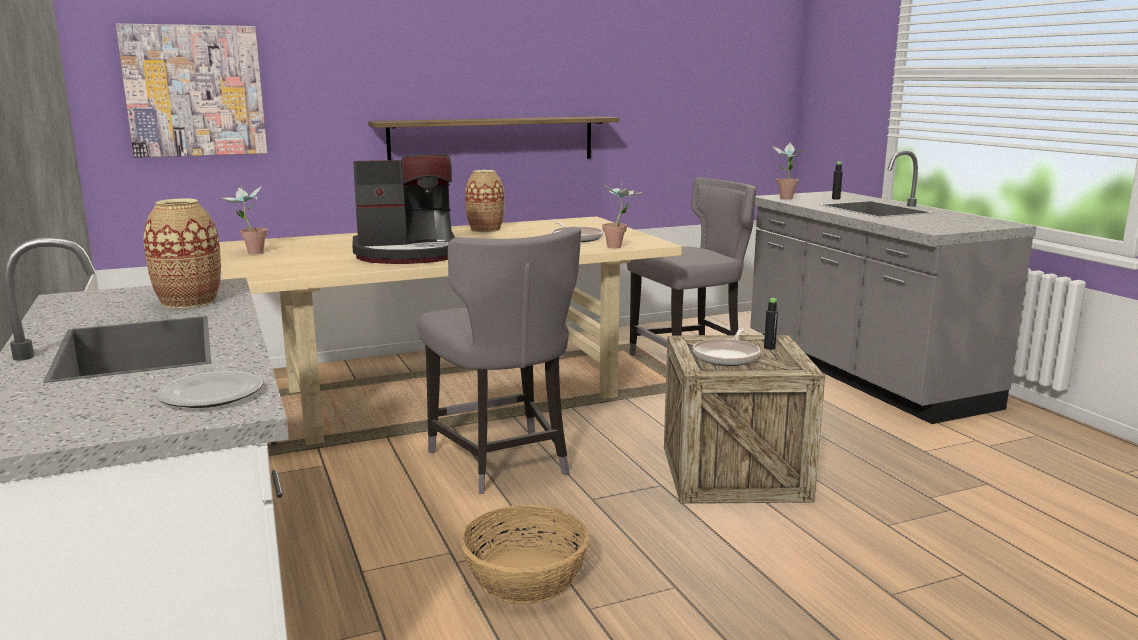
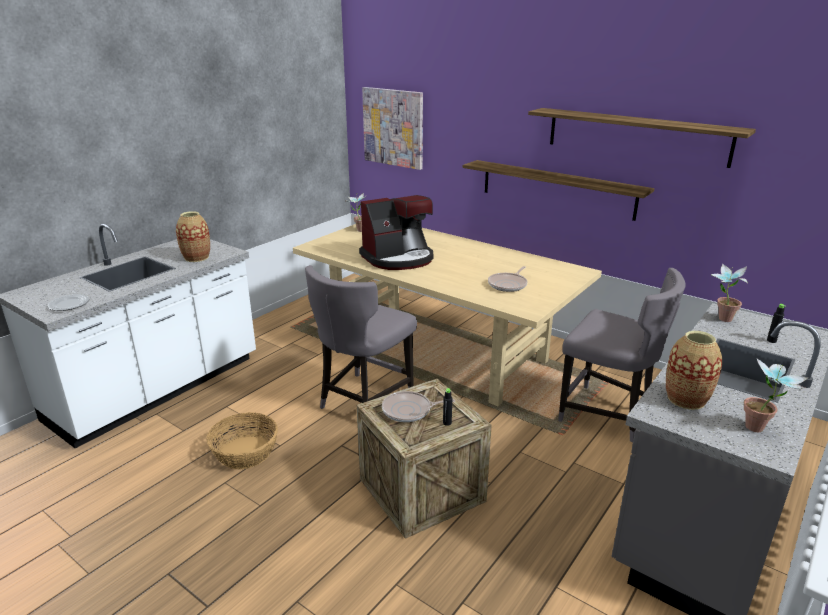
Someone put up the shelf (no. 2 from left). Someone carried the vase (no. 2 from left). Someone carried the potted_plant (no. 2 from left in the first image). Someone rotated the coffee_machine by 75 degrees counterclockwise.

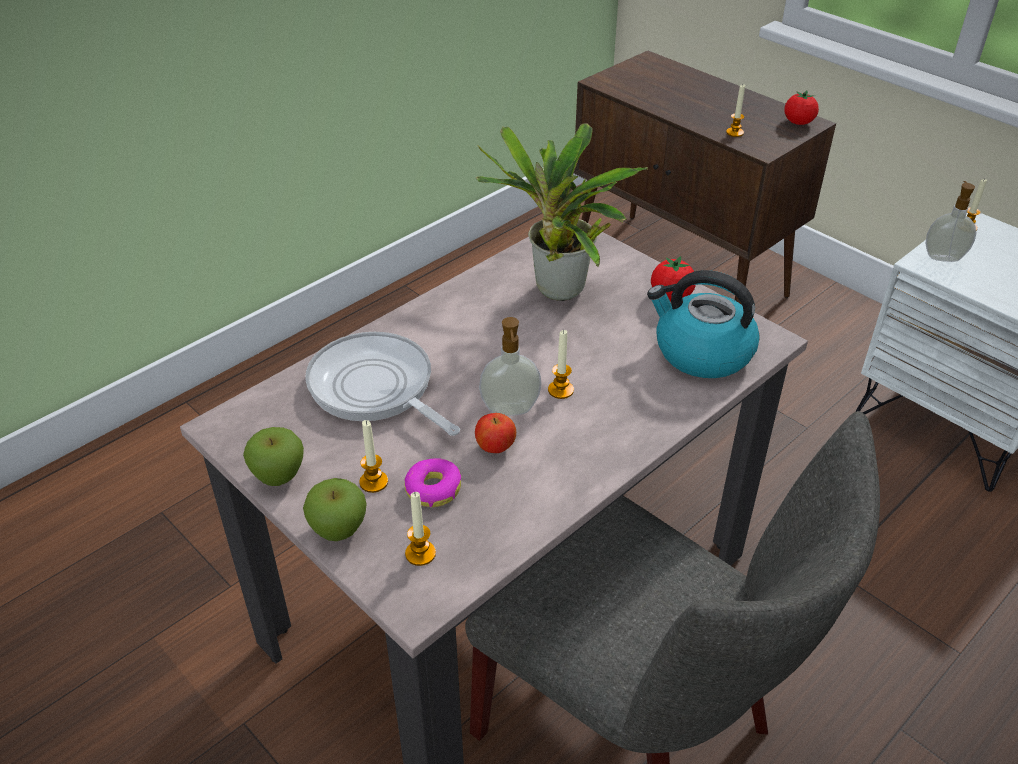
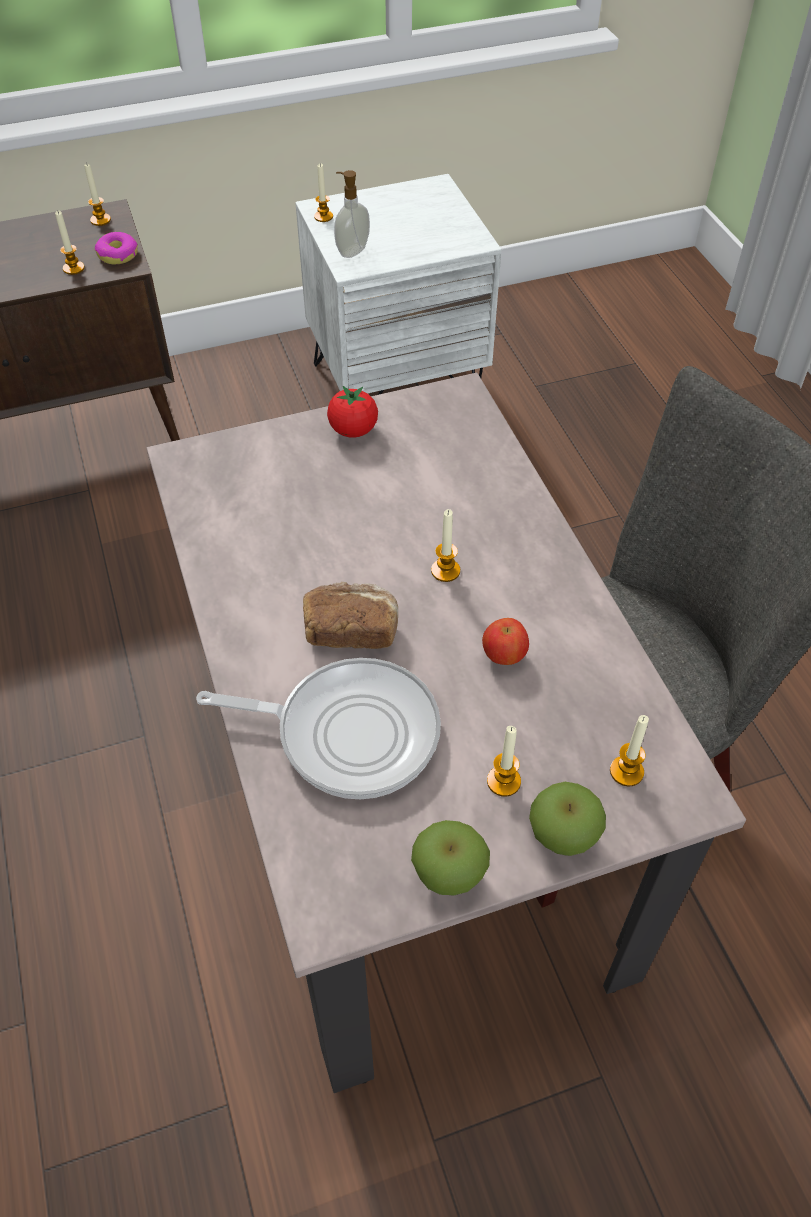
Someone took away the potted_plant. Someone took away the soap_dispenser (no. 1 from left). Someone took away the kettle. Someone put down the bread. Someone carried the donut. Someone swapped the tomato (no. 2 from left) for the candle (no. 2 from left). Someone rotated the frying_pan by 150 degrees counterclockwise.

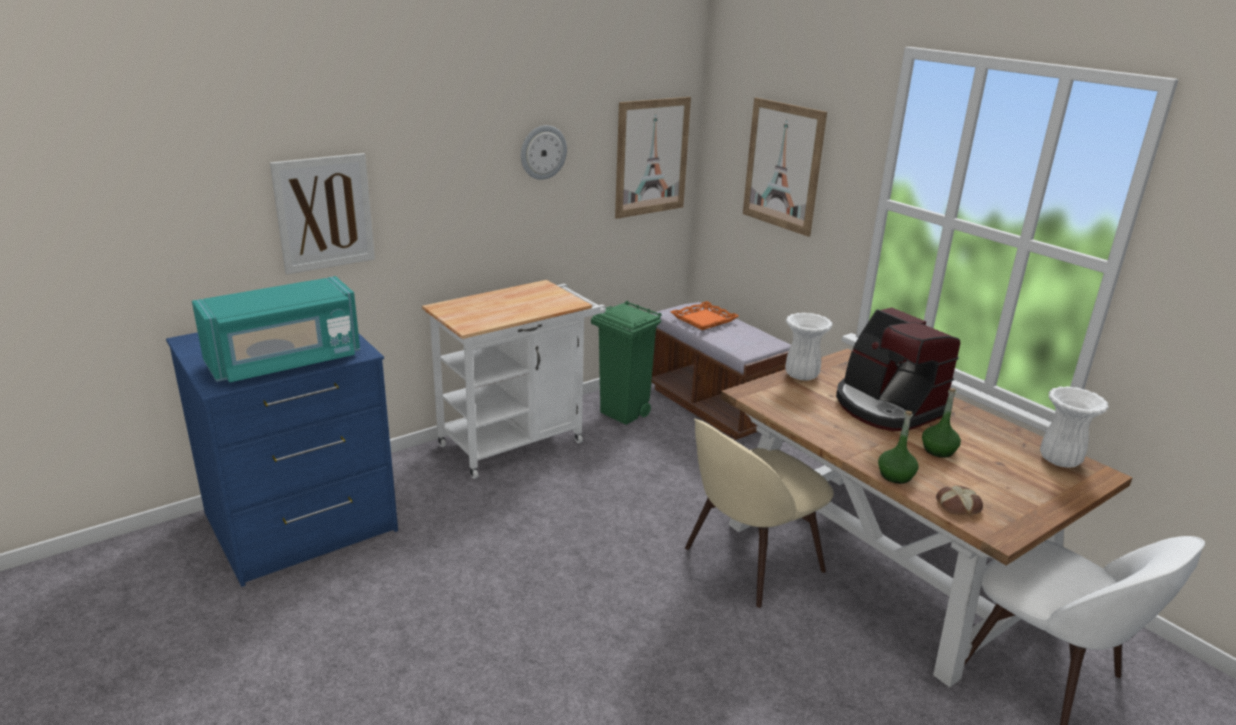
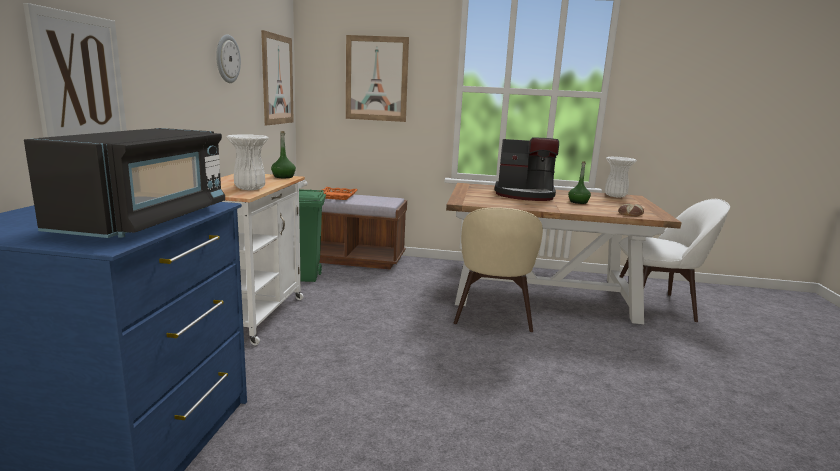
Someone carried the white_vase (no. 1 from left). Someone carried the green_bottle (no. 1 from left). Someone repainted the turquoise_microwave, which became the black_microwave.

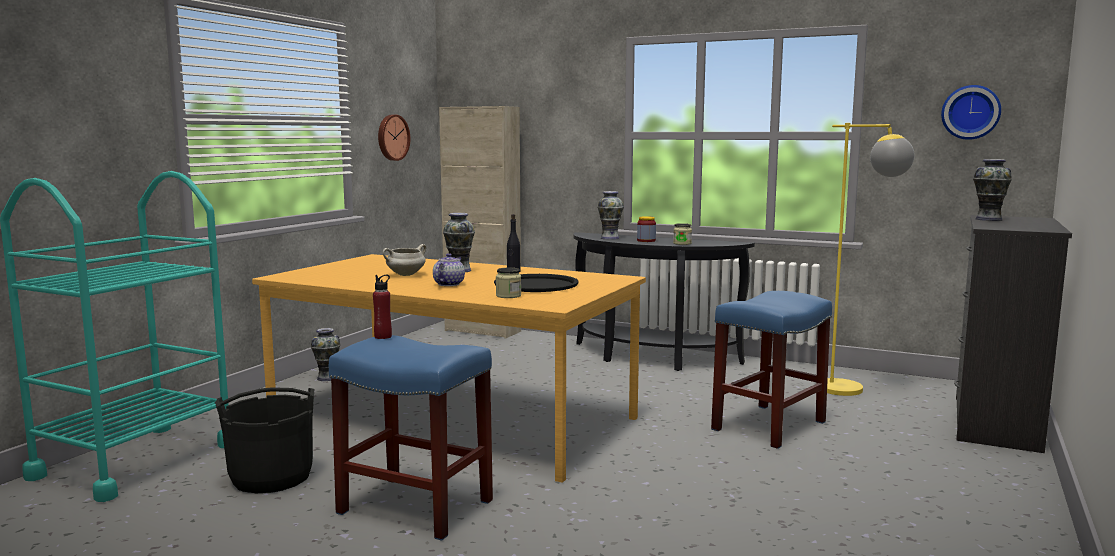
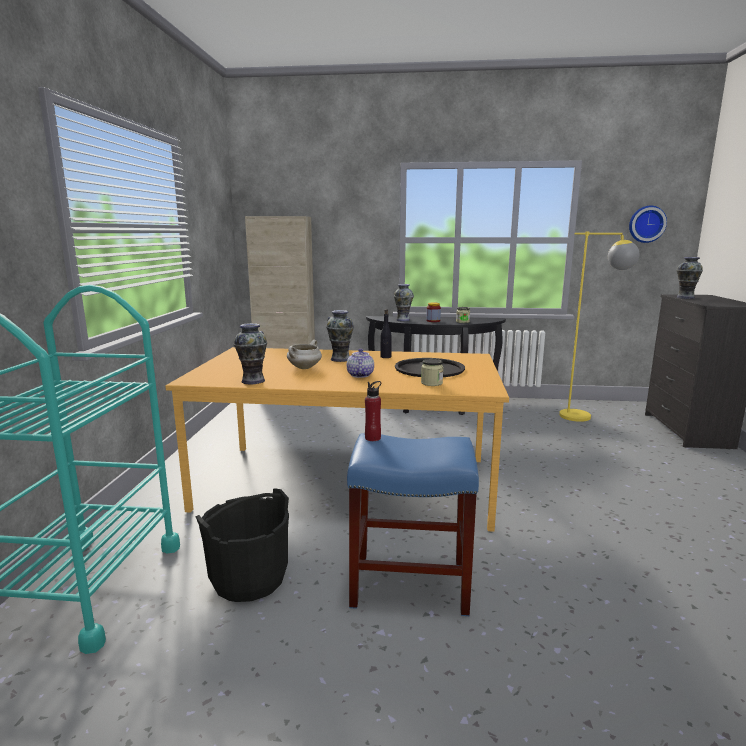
Someone took away the wall_clock (no. 1 from left). Someone took away the blue_stool (no. 2 from left). Someone carried the vase (no. 1 from left).

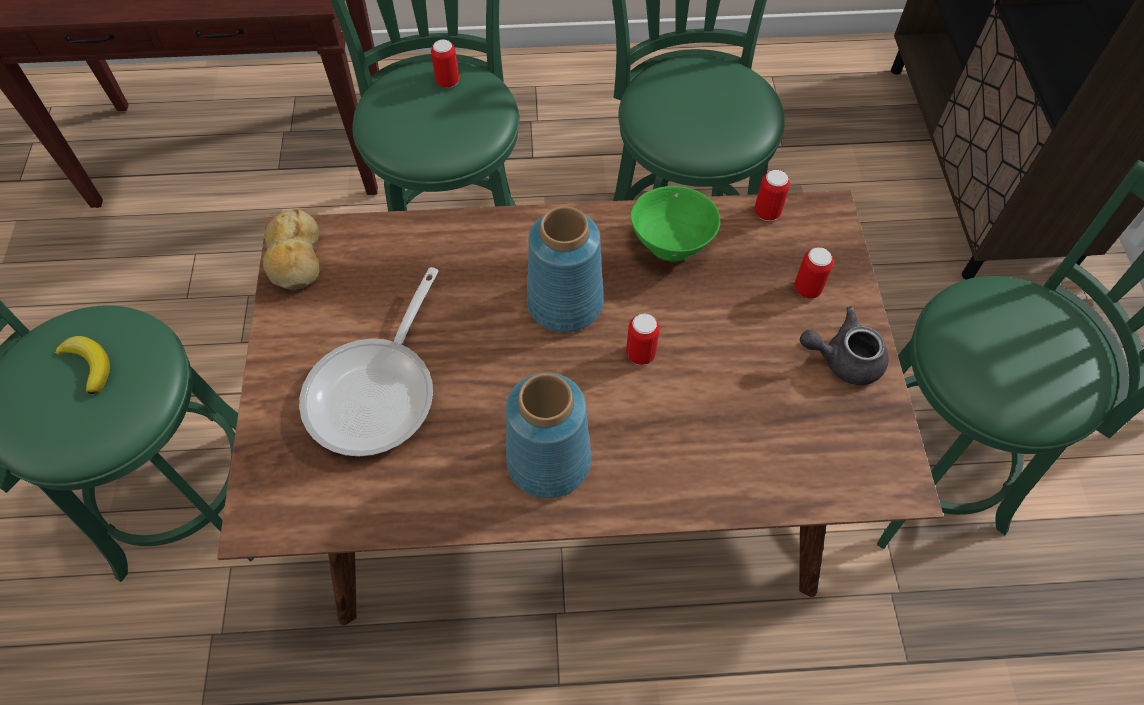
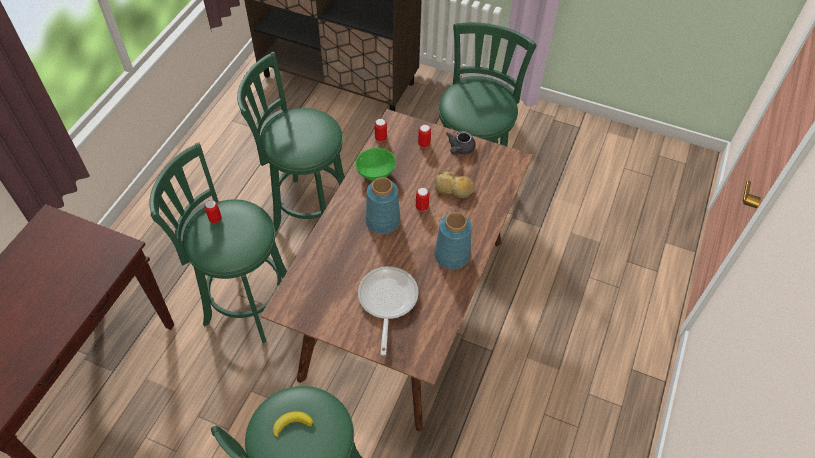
Someone carried the bread. Someone rotated the frying_pan by 135 degrees counterclockwise.

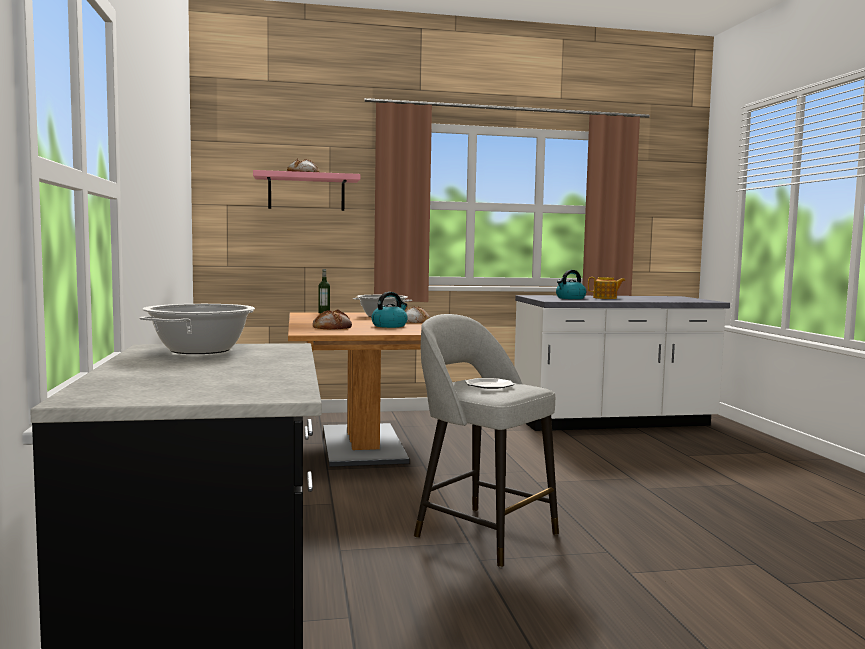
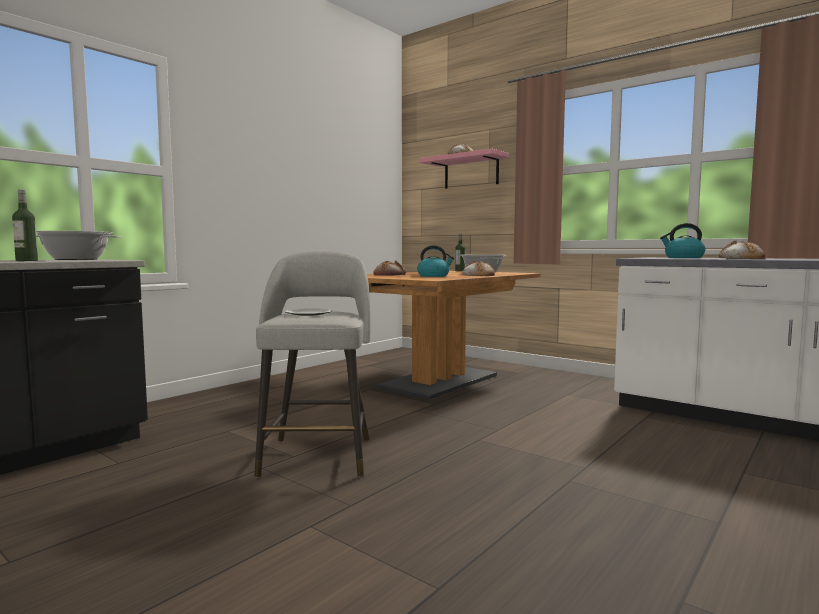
Someone put down the bottle (no. 1 from left). Someone swapped the teapot for the bread (no. 4 from left).

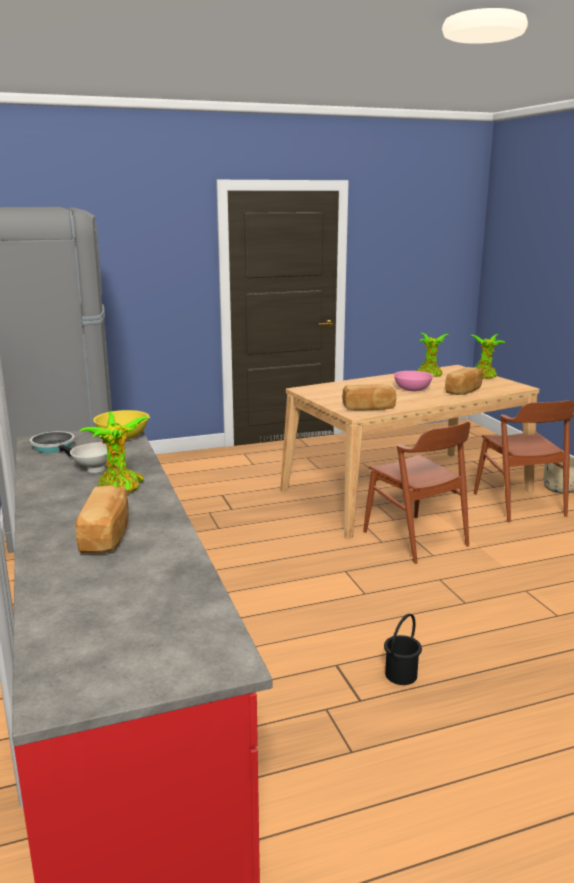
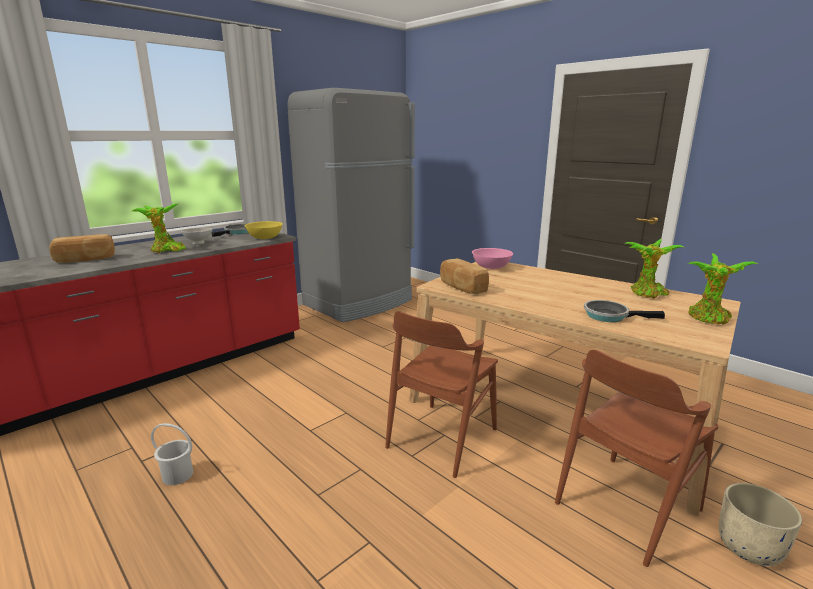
Someone carried the pink_bowl. Someone swapped the bread (no. 3 from left) for the frying_pan (no. 2 from left). Someone repainted the black_bucket, which became the white_bucket.

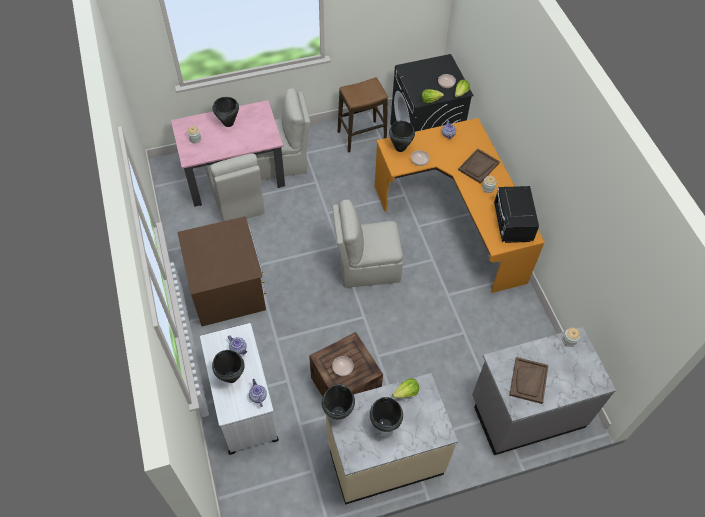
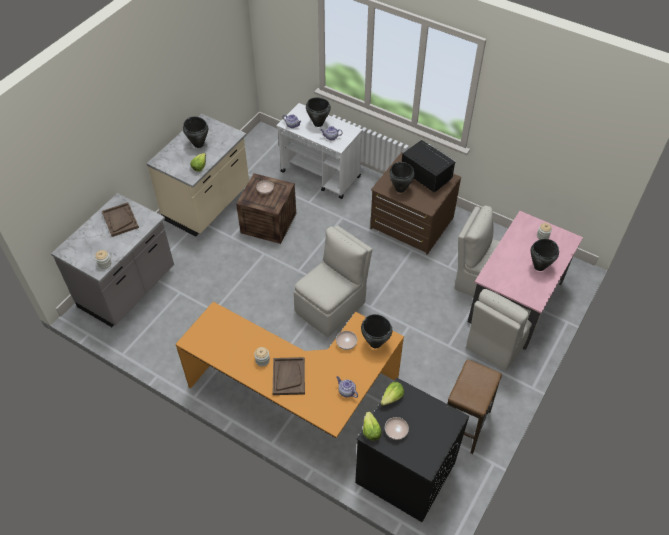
Someone carried the black_cooking_pot (no. 3 from left in the first image). Someone carried the black_microwave.

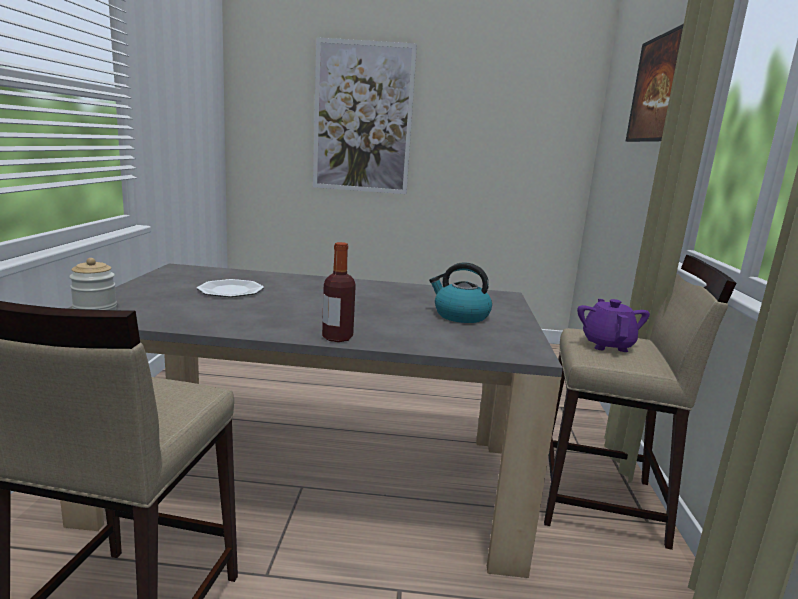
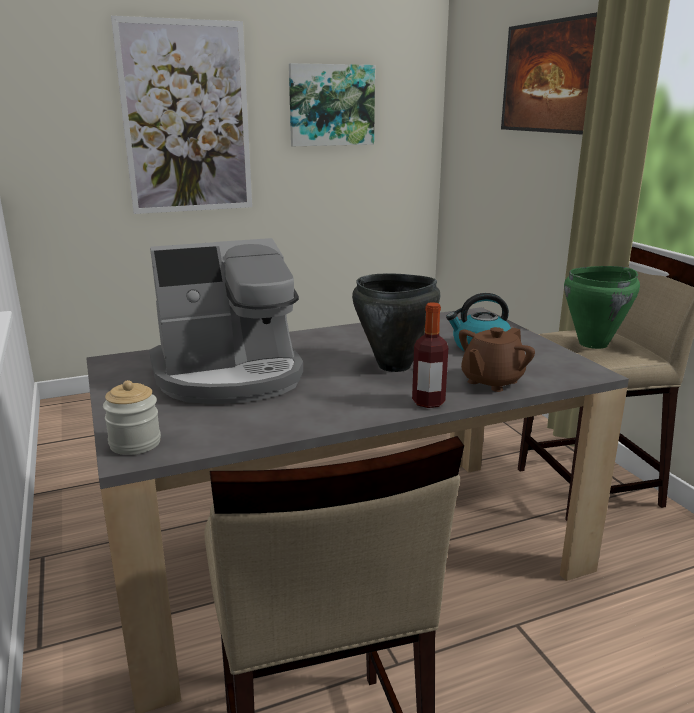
Someone put up the picture (no. 2 from left). Someone put down the black_cooking_pot. Someone put down the brown_teapot. Someone swapped the plate for the coffee_machine. Someone swapped the purple_teapot for the green_cooking_pot.

